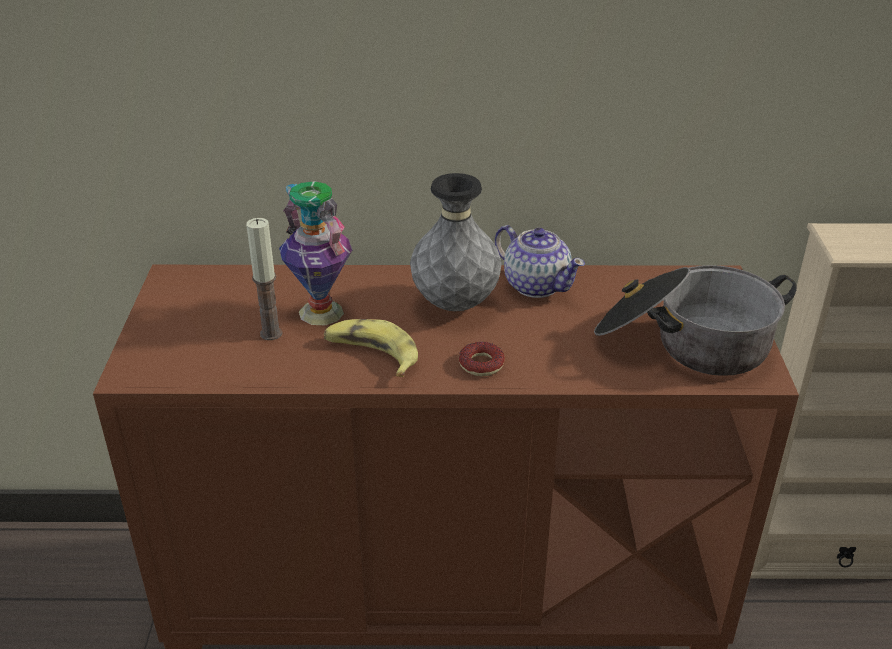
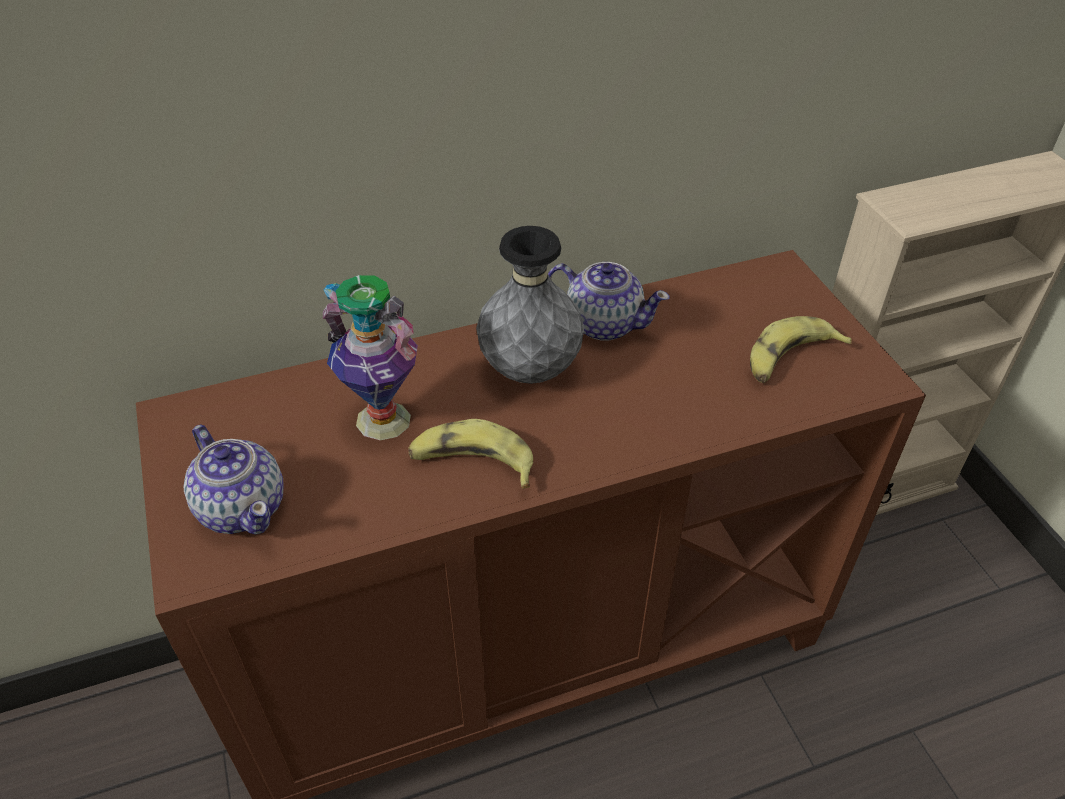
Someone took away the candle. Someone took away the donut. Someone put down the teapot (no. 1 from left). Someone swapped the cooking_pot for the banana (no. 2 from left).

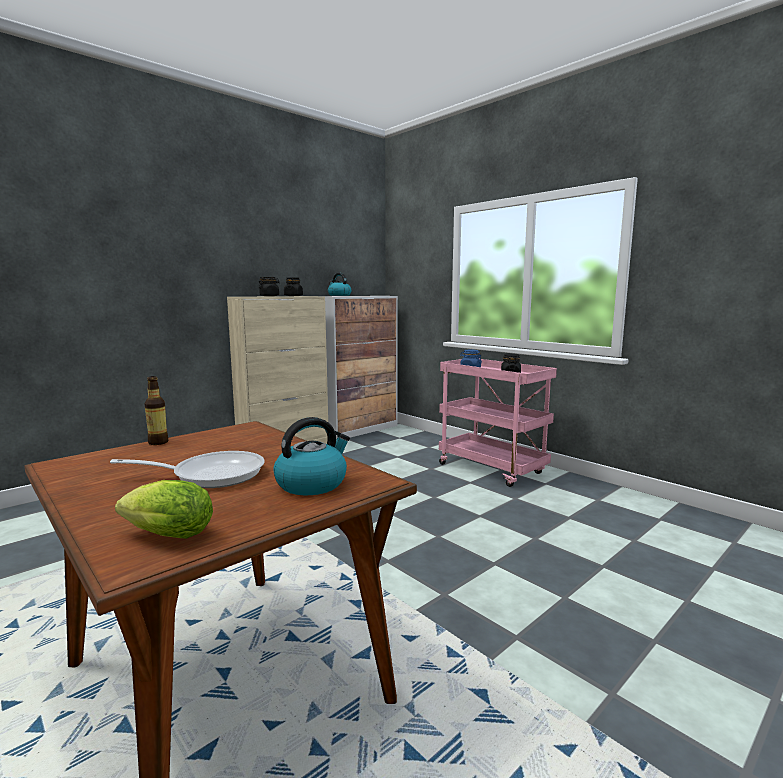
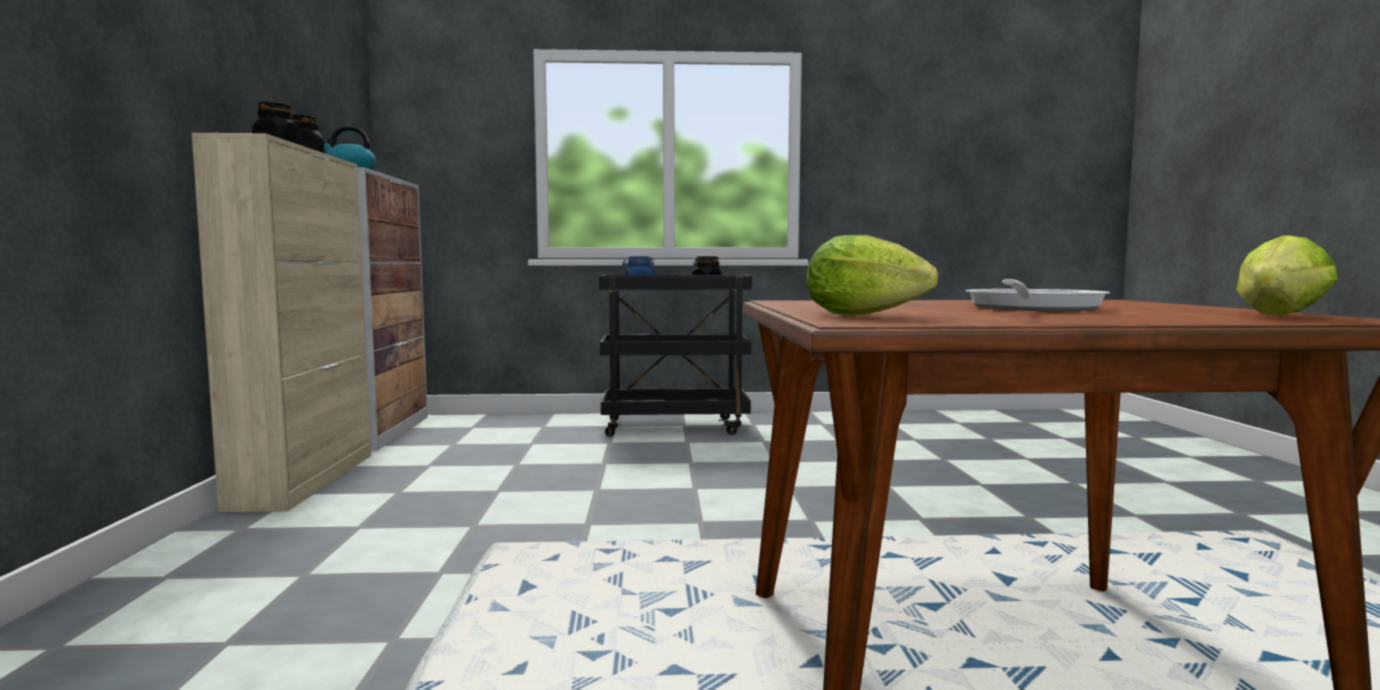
Someone took away the bottle. Someone took away the kettle (no. 1 from left). Someone put down the lettuce (no. 1 from left). Someone repainted the pink_cart, which became the black_cart.

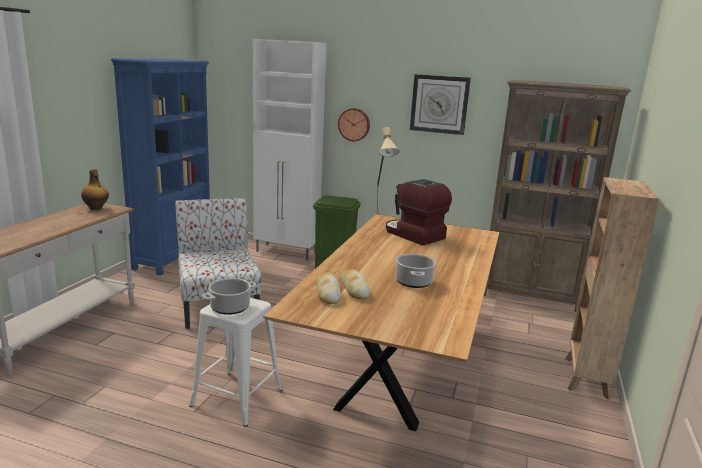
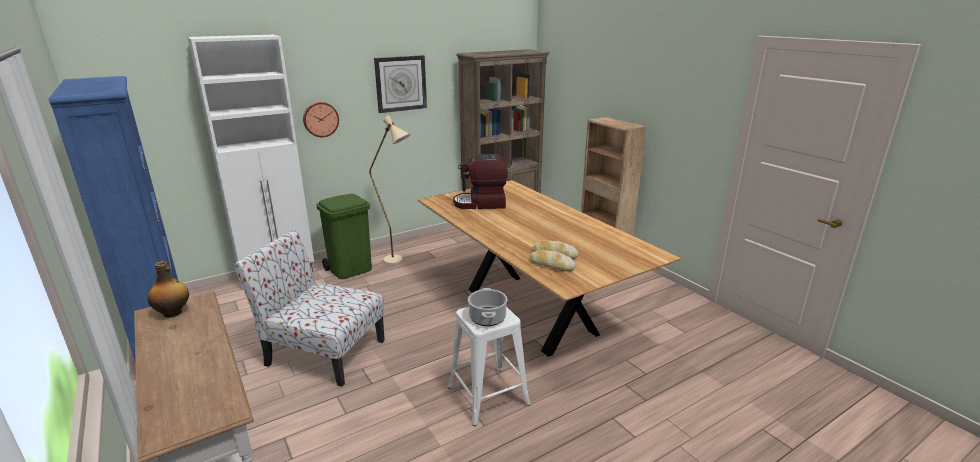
Someone took away the cooking_pot (no. 2 from left).

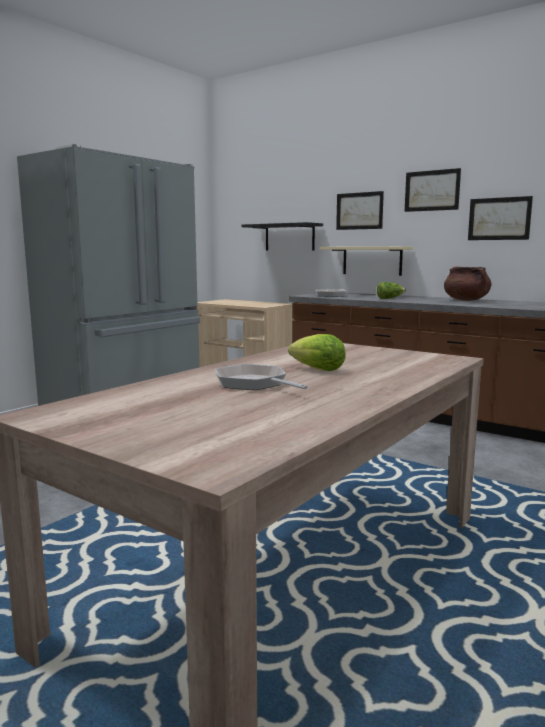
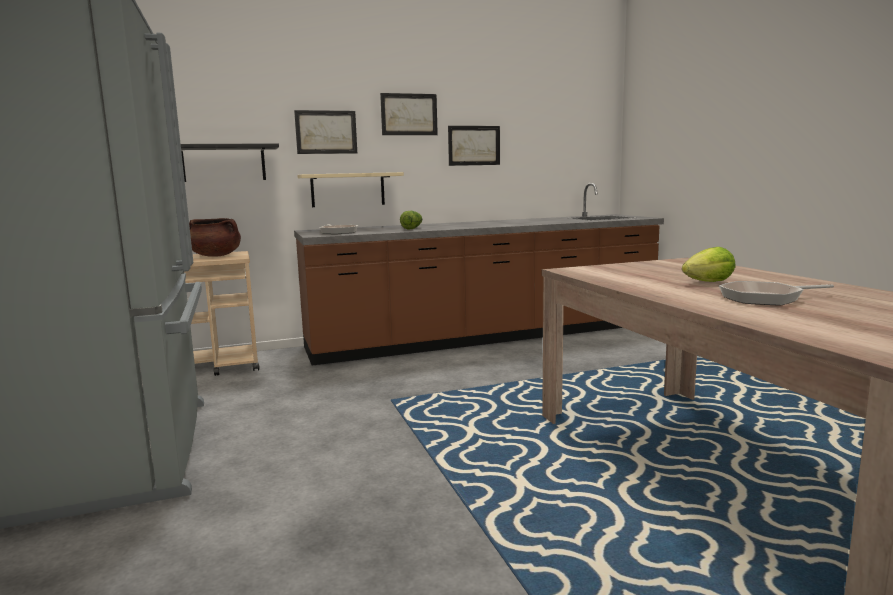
Someone carried the brown_cooking_pot.

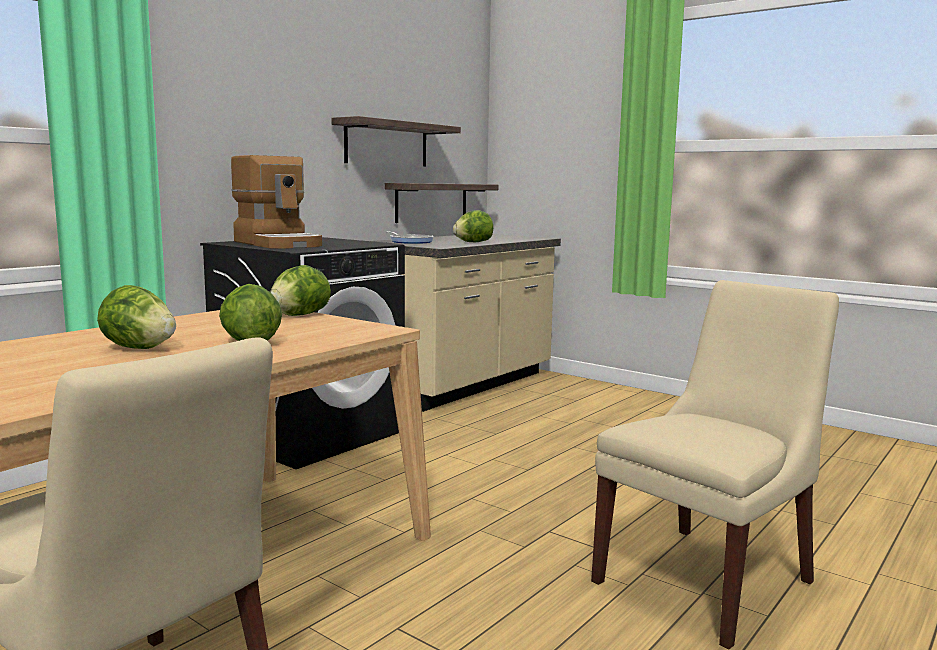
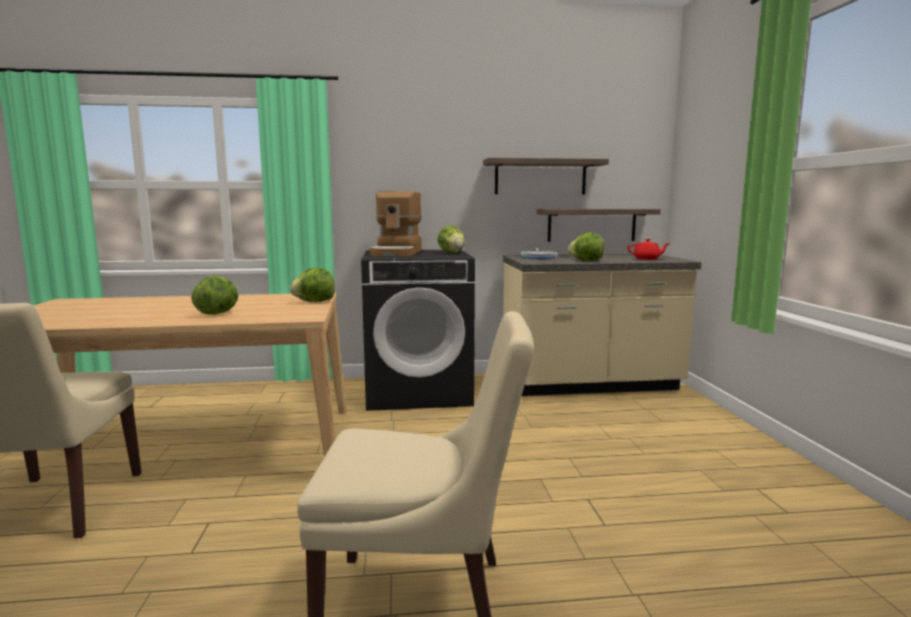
Someone put down the red_teapot. Someone carried the lettuce (no. 1 from left in the first image).

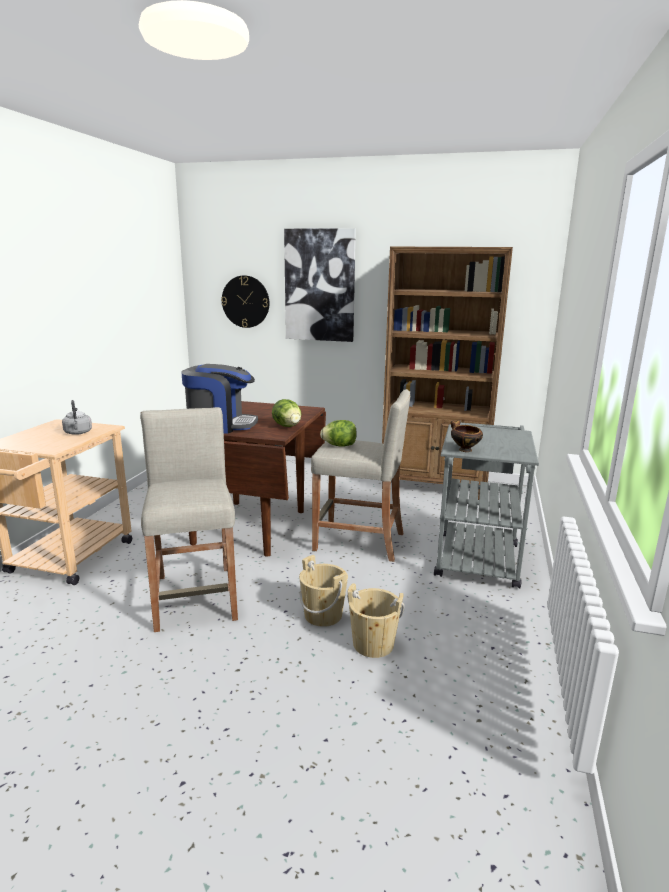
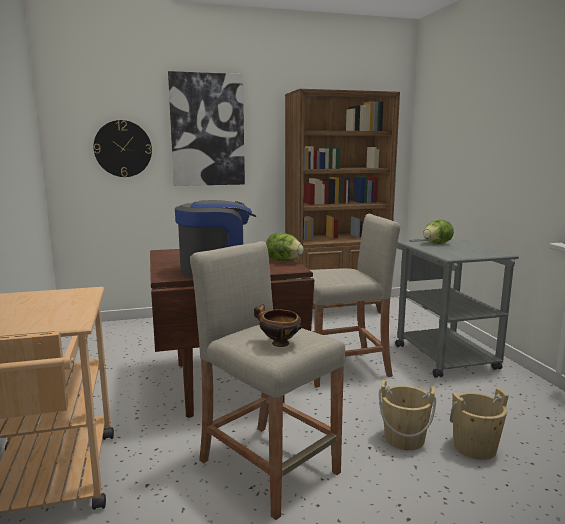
Someone took away the grey_kettle. Someone carried the lettuce (no. 2 from left). Someone carried the bowl.

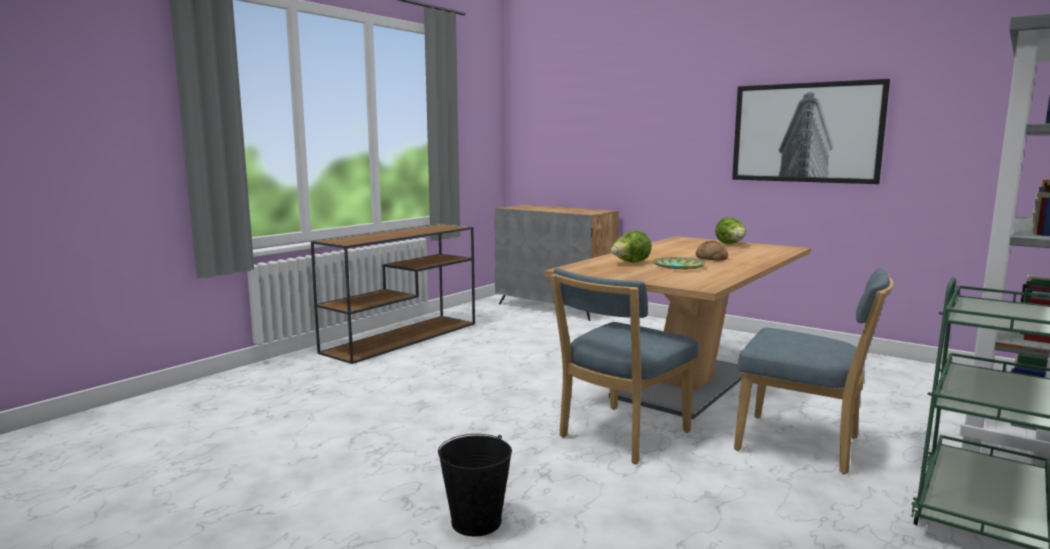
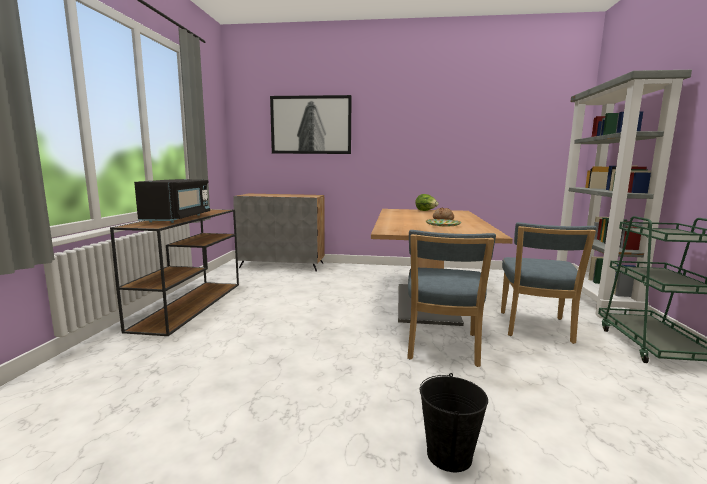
Someone took away the lettuce (no. 1 from left). Someone put down the black_microwave. Someone carried the picture. Someone rotated the blue_chair (no. 2 from left) by 105 degrees clockwise.

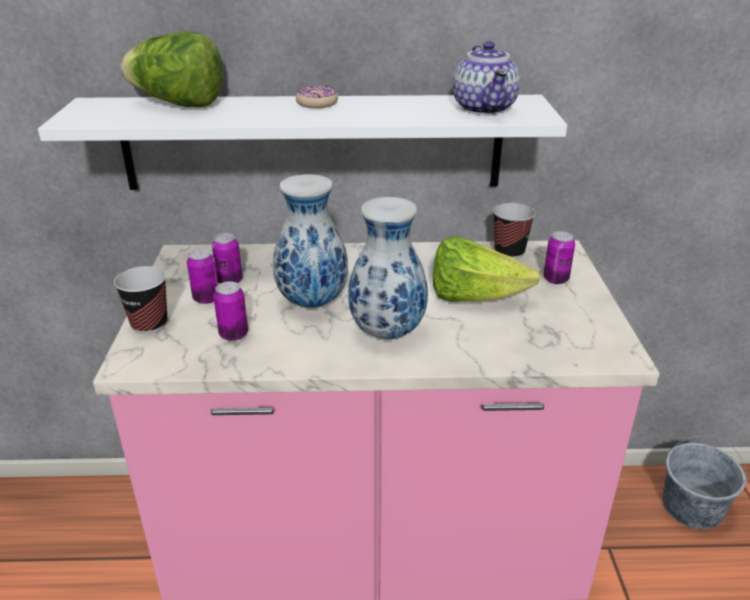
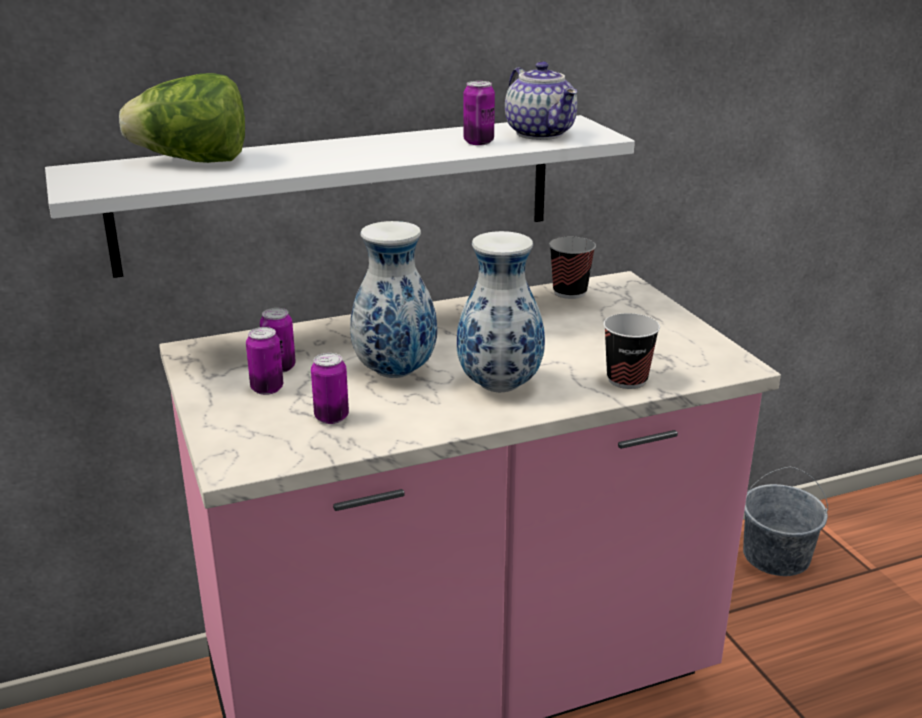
Someone took away the donut. Someone took away the lettuce (no. 2 from left). Someone carried the cup (no. 1 from left in the first image). Someone carried the can (no. 4 from left).

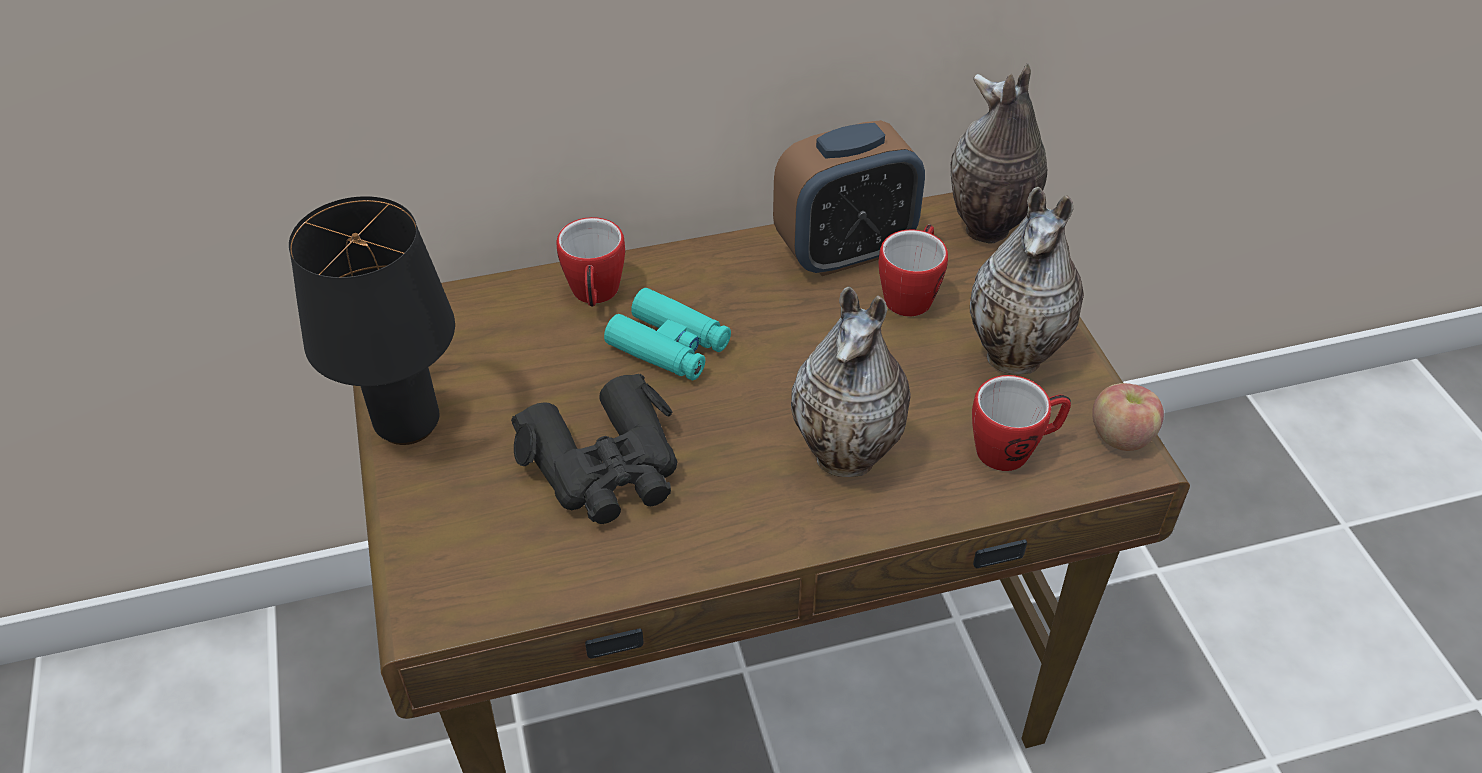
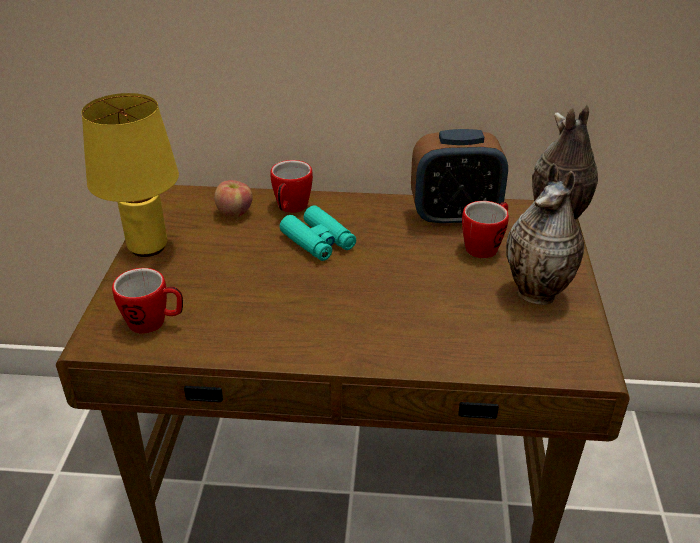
Someone took away the black_binoculars. Someone took away the vase (no. 1 from left). Someone carried the mug (no. 3 from left in the first image). Someone carried the apple. Someone repainted the black_table_lamp, which became the yellow_table_lamp.

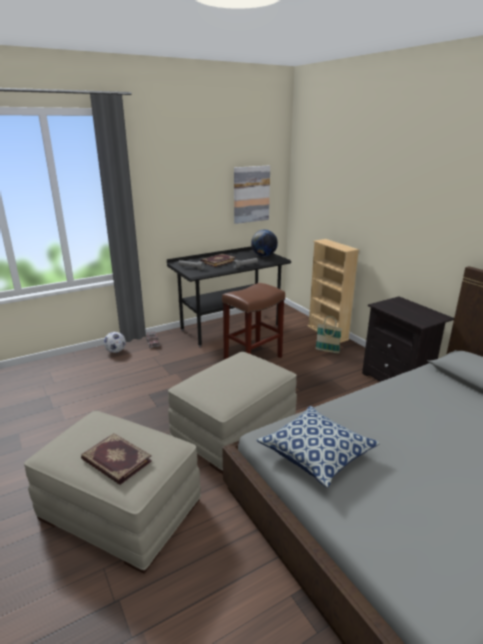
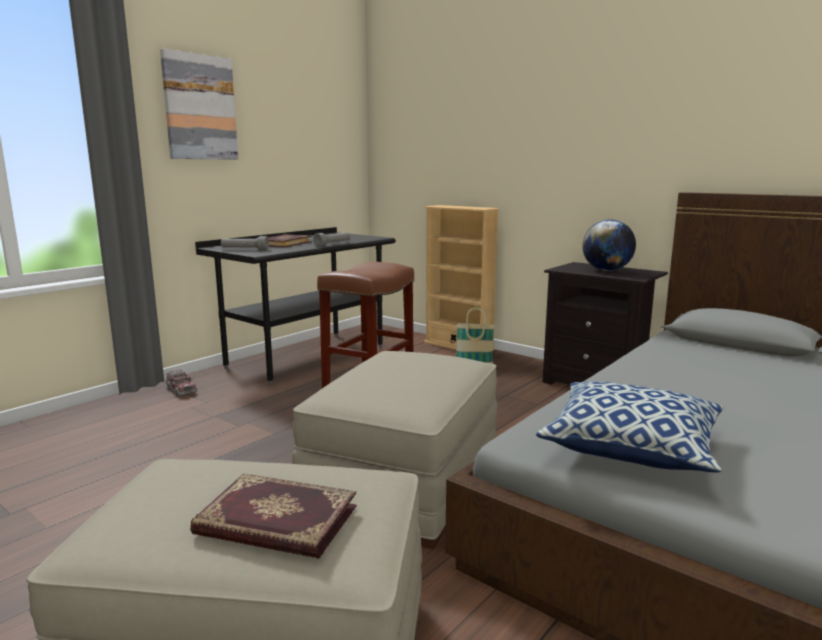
Someone took away the football. Someone carried the picture. Someone carried the globe.

